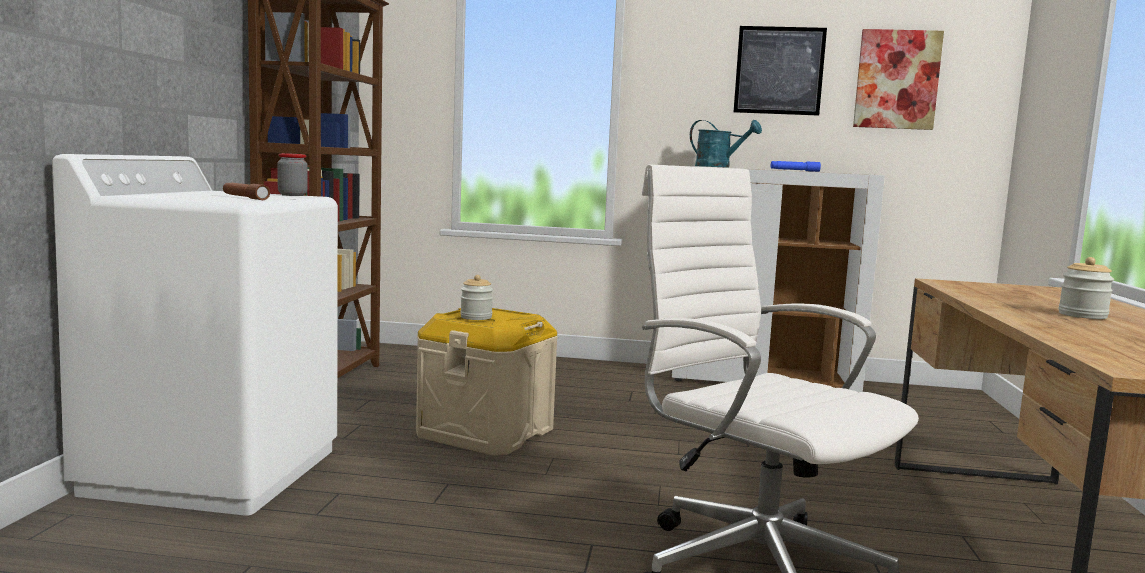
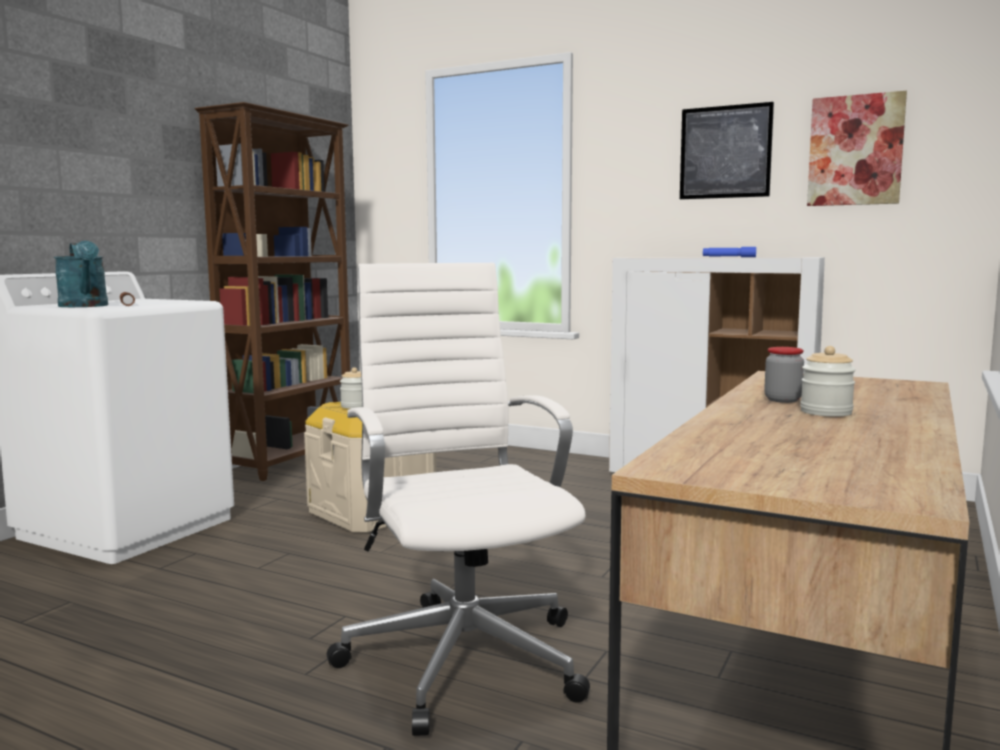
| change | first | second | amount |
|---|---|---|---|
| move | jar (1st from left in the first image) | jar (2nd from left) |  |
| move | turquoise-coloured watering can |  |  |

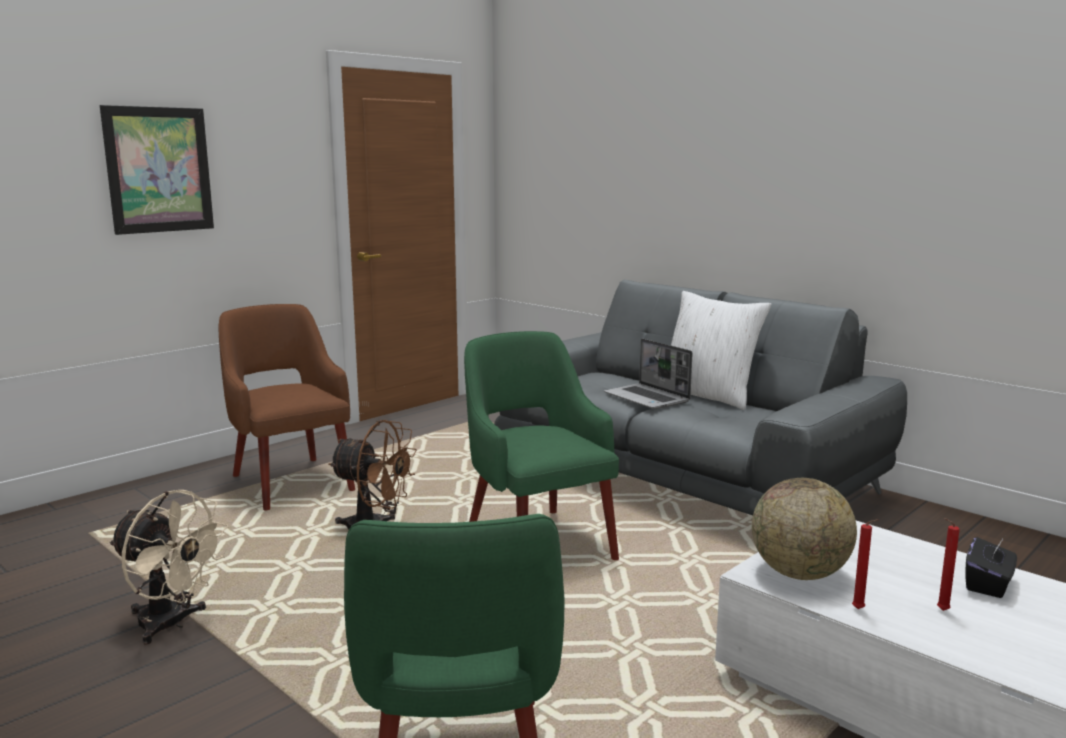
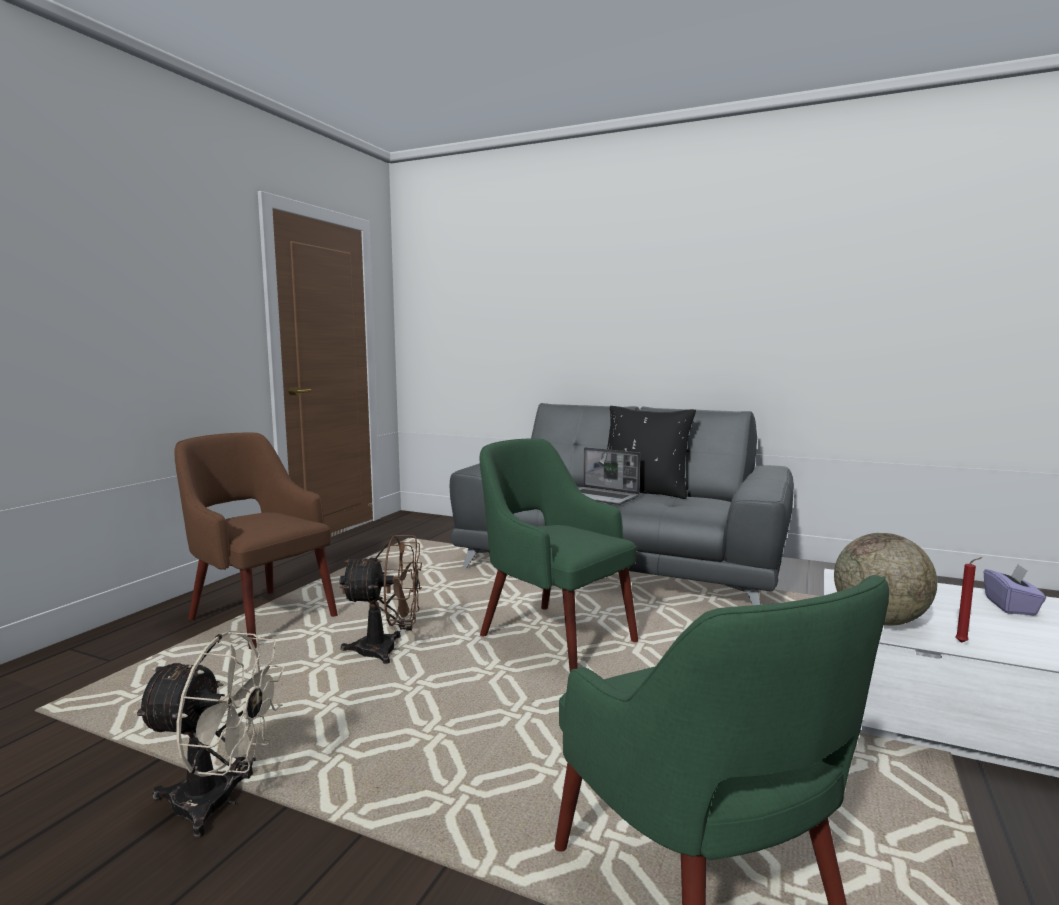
| change | first | second | amount |
|---|---|---|---|
| delete | picture |  |  |
| delete | red-coloured wax light (2nd from left) |  |  |
| recolor | whitish throw pillow | black-coloured throw pillow |  |
| recolor | black-coloured tissue holder | purple tissue holder |  |

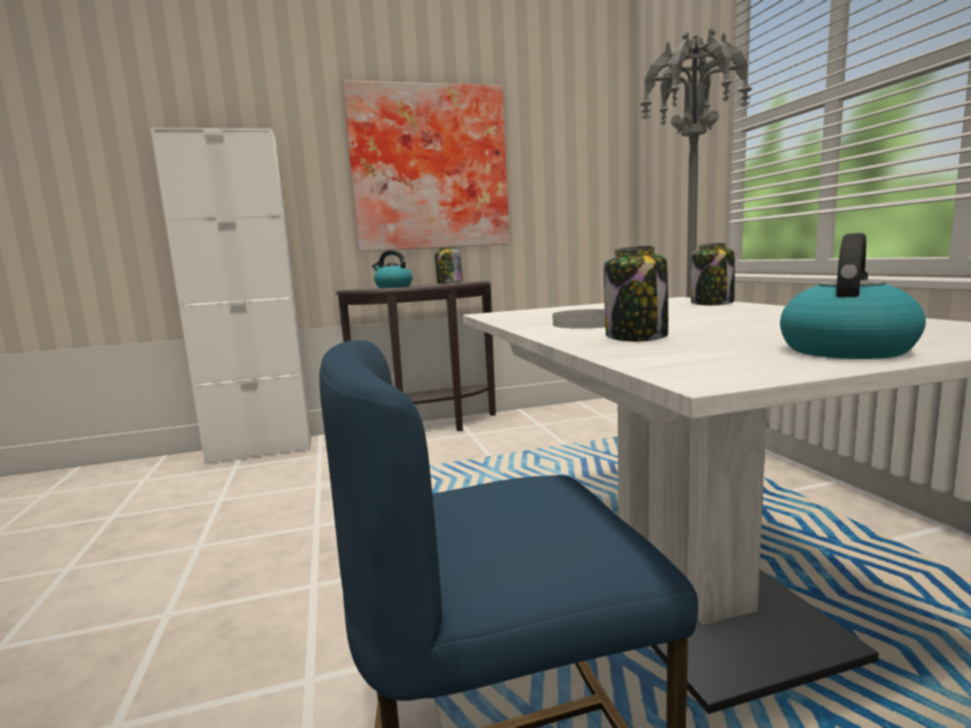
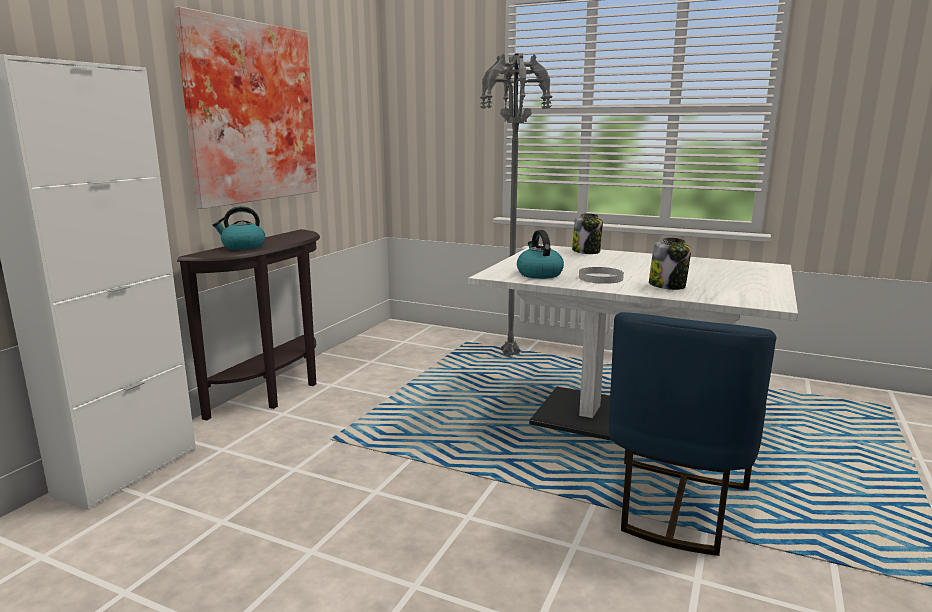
| change | first | second | amount |
|---|---|---|---|
| delete | jar (1st from left) |  |  |
| move | tea kettle (2nd from left) |  |  |

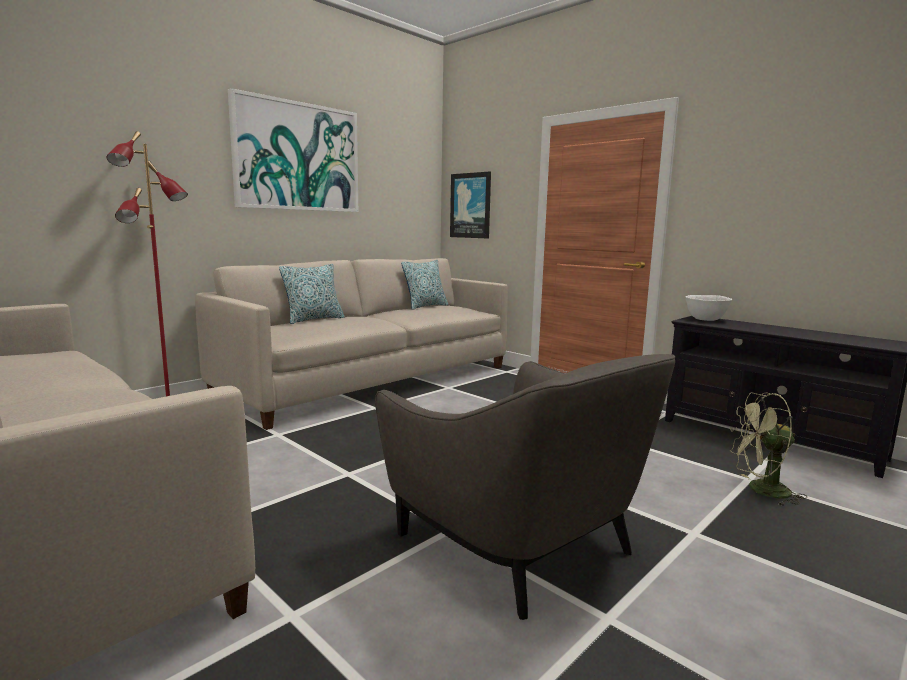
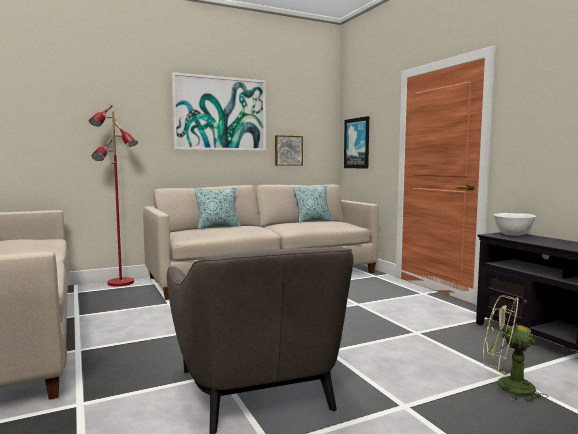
| change | first | second | amount |
|---|---|---|---|
| insert |  | picture (2nd from left) |  |

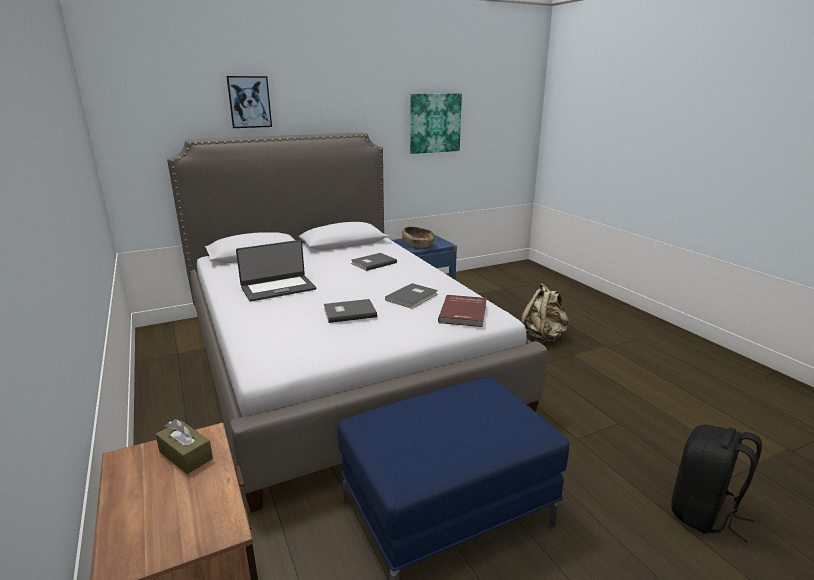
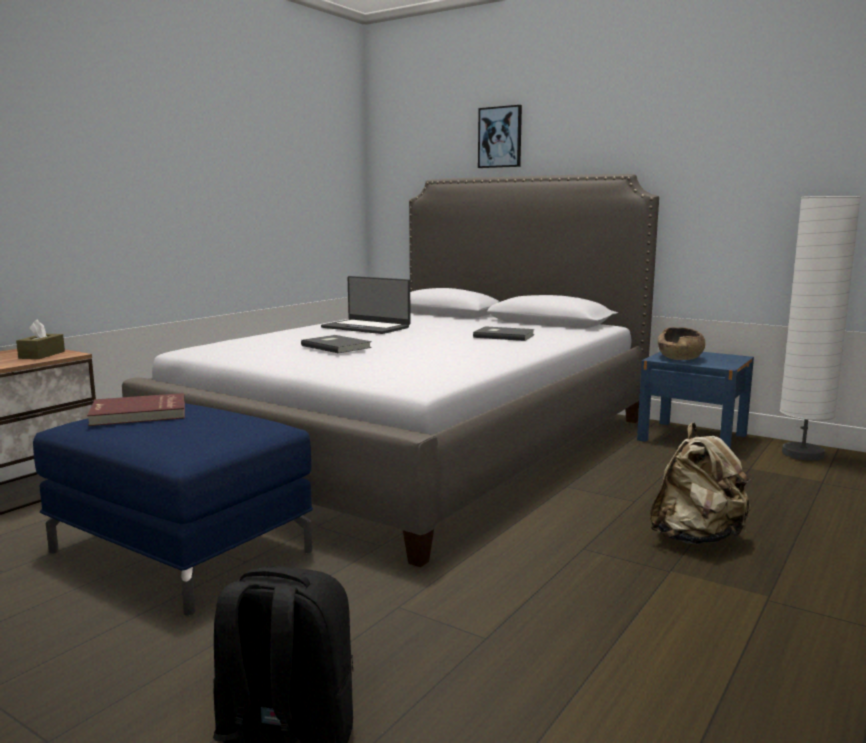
| change | first | second | amount |
|---|---|---|---|
| delete | gray volume (3rd from left) |  |  |
| delete | picture (2nd from left) |  |  |
| insert |  | whitish standard lamp |  |
| move | red-coloured volume |  |  |

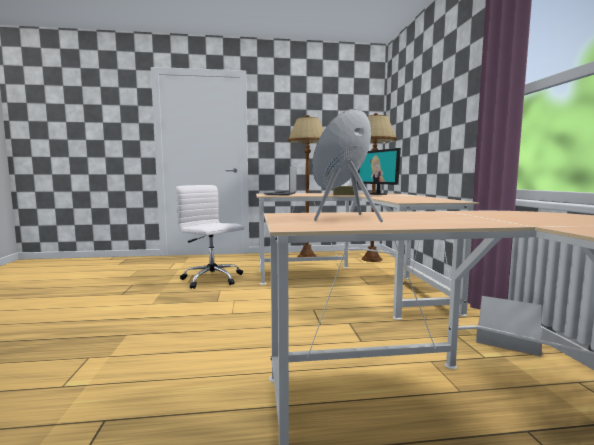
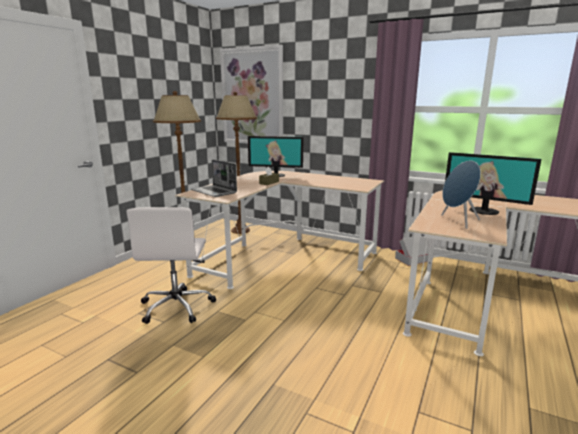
| change | first | second | amount |
|---|---|---|---|
| insert |  | picture |  |
| insert |  | computer screen (2nd from left) |  |
| rotate | whitish computer chair |  | 75 degrees counterclockwise |

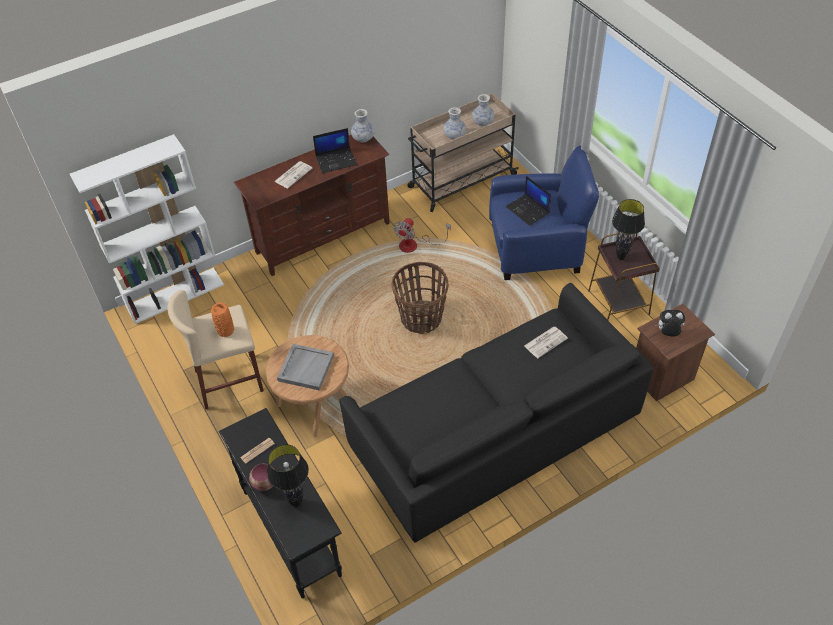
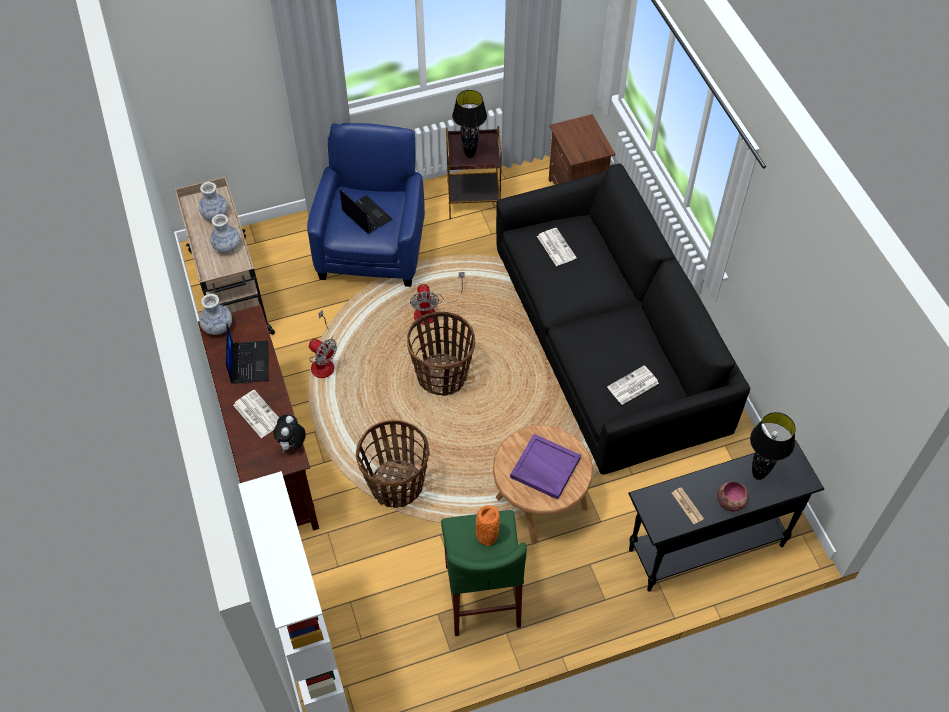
| change | first | second | amount |
|---|---|---|---|
| insert |  | basket (1st from left) |  |
| insert |  | fan (2nd from left) |  |
| insert |  | printed paper (3rd from left) |  |
| move | cuddly toy |  |  |
| recolor | beige stool seat | greenish stool seat |  |
| recolor | gray tray | purple tray |  |
| rotate | portable computer (2nd from left) |  | 105 degrees counterclockwise |

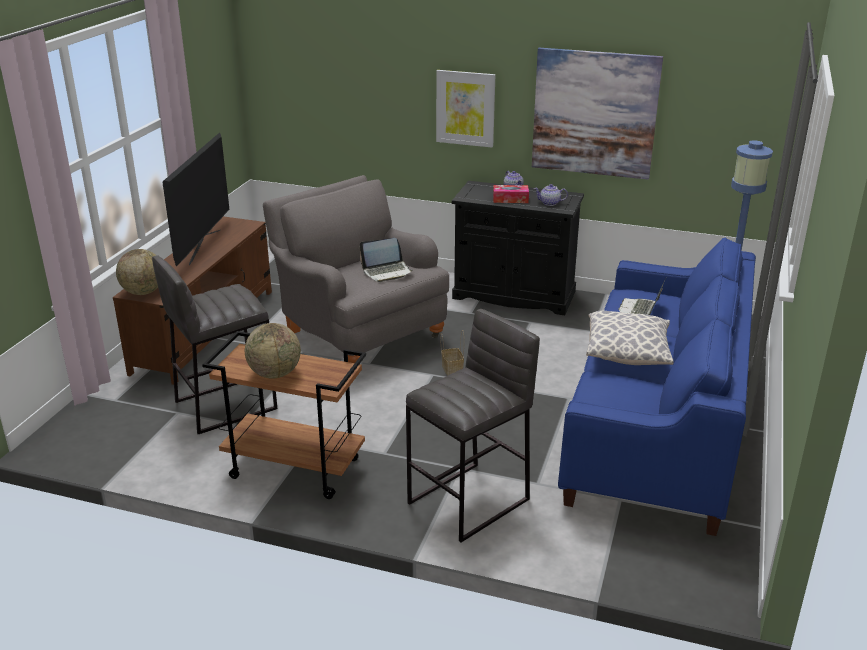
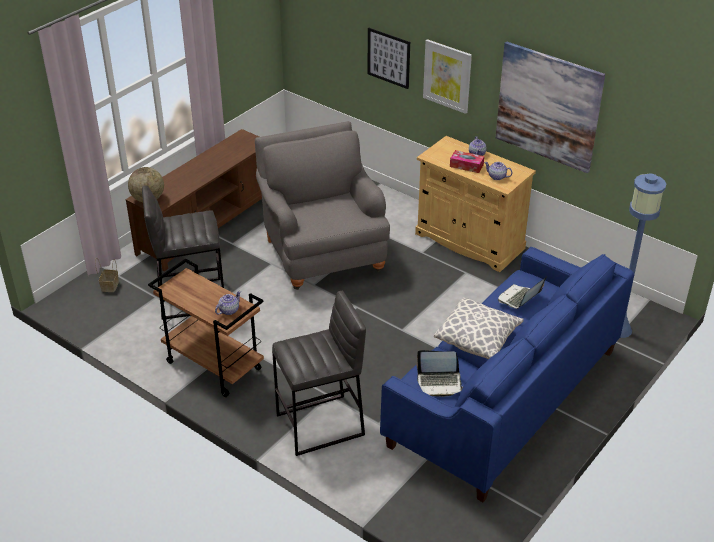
| change | first | second | amount |
|---|---|---|---|
| delete | television |  |  |
| delete | desk globe (2nd from left) |  |  |
| insert |  | pot for tea (1st from left) |  |
| insert |  | picture (1st from left) |  |
| move | portable computer (1st from left) |  |  |
| move | basket |  |  |
| recolor | black-coloured storage cabinet | beige storage cabinet |  |

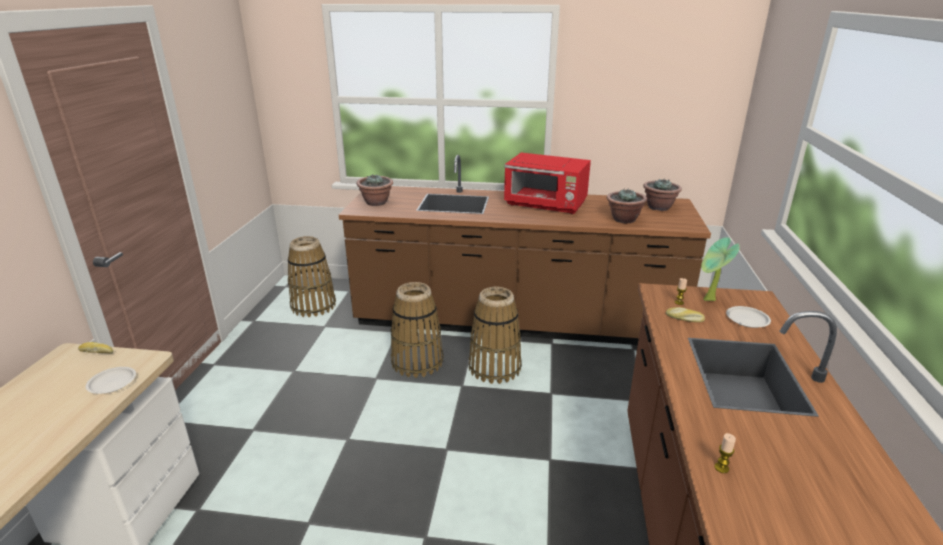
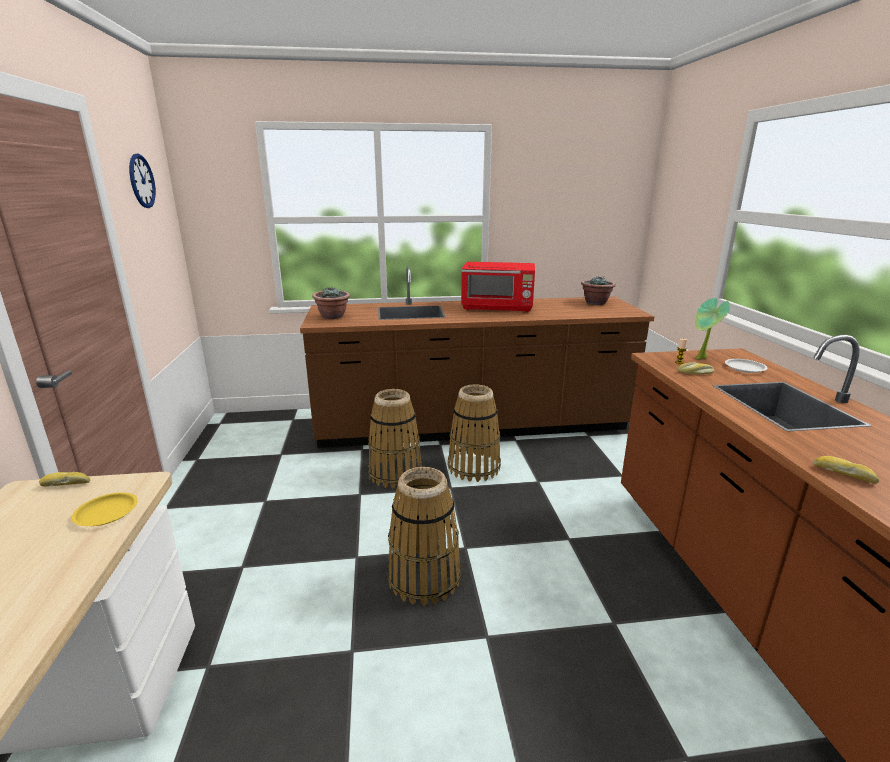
| change | first | second | amount |
|---|---|---|---|
| delete | potted plant (2nd from left) |  |  |
| insert |  | hanging clock |  |
| move | basket (1st from left in the first image) | basket (2nd from left) |  |
| replace | wax light (2nd from left) | bread (3rd from left) |  |
| recolor | whitish dinner plate (1st from left) | yellowish dinner plate |  |

